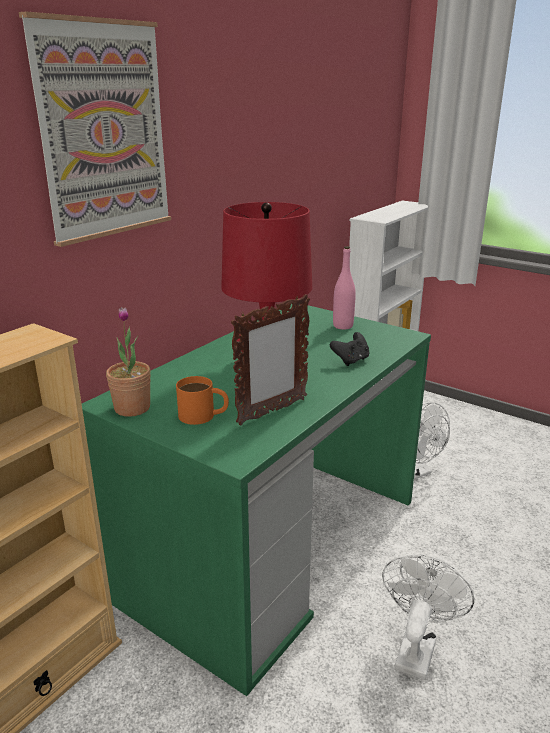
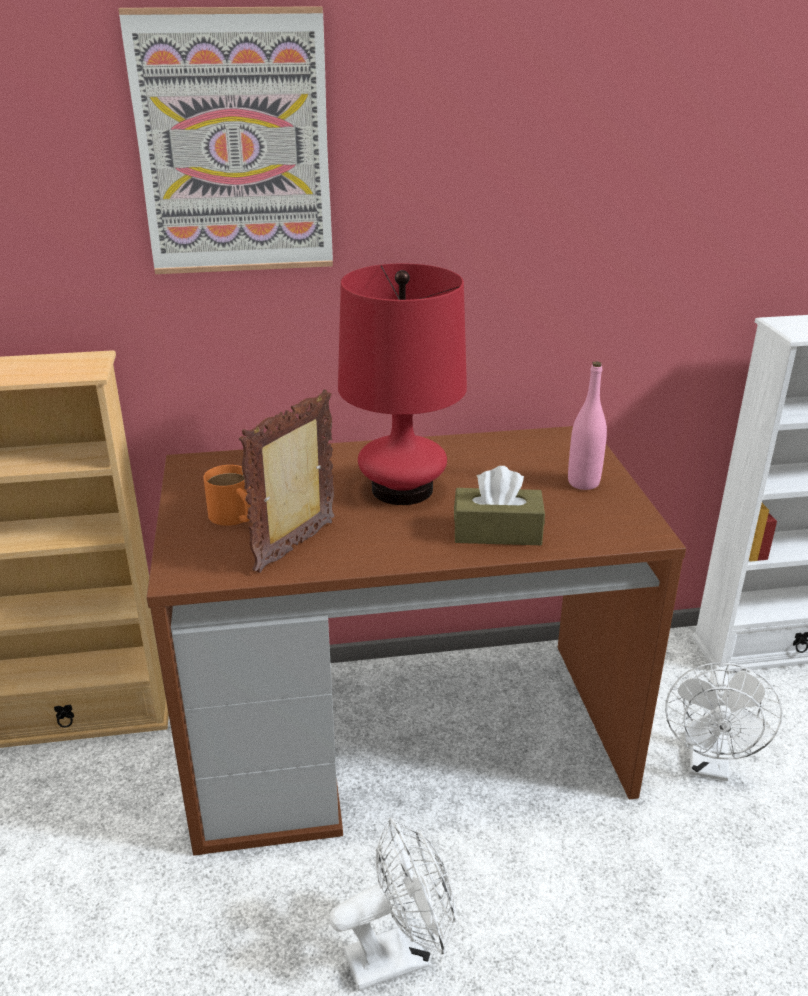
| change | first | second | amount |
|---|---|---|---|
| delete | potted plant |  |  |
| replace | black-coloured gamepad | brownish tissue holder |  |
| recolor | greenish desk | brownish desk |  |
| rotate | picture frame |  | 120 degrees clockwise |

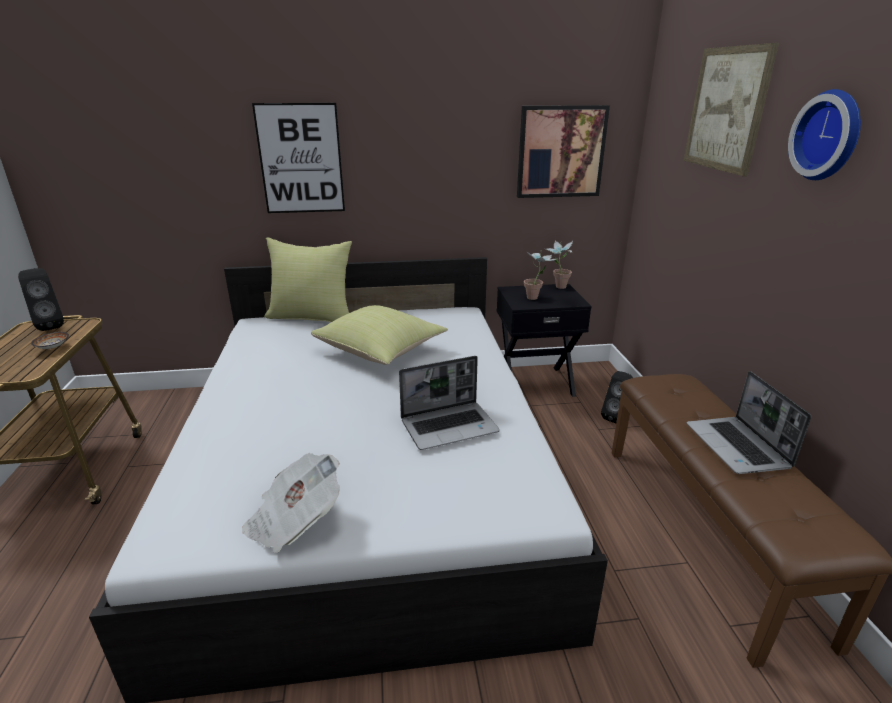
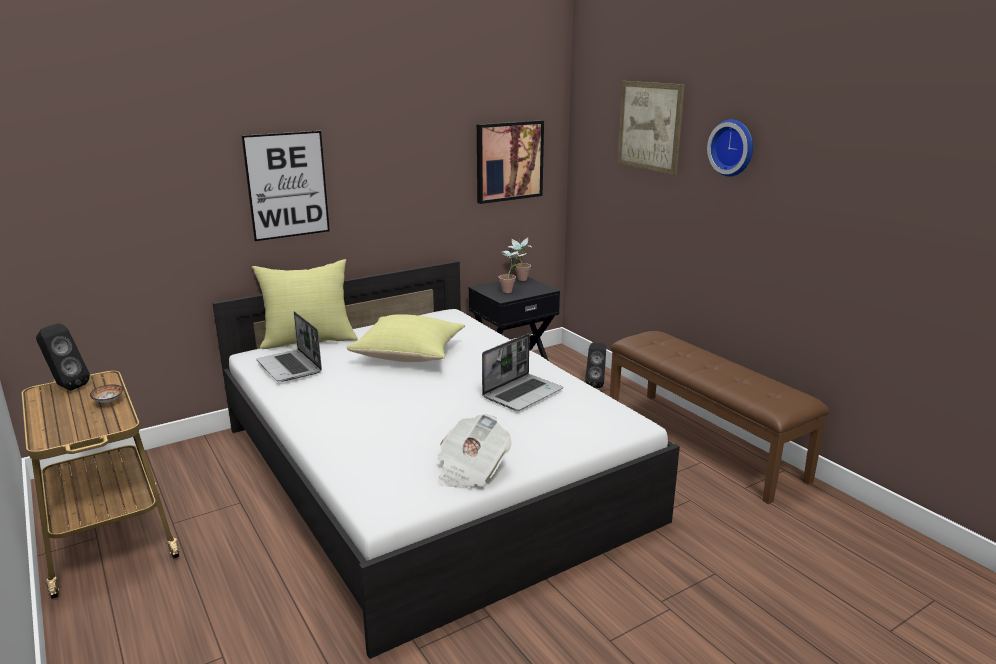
| change | first | second | amount |
|---|---|---|---|
| move | portable computer (2nd from left in the first image) | portable computer (1st from left) |  |

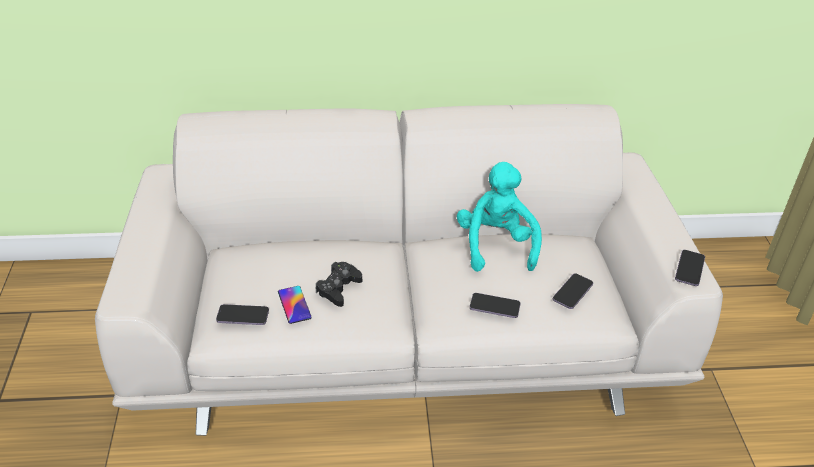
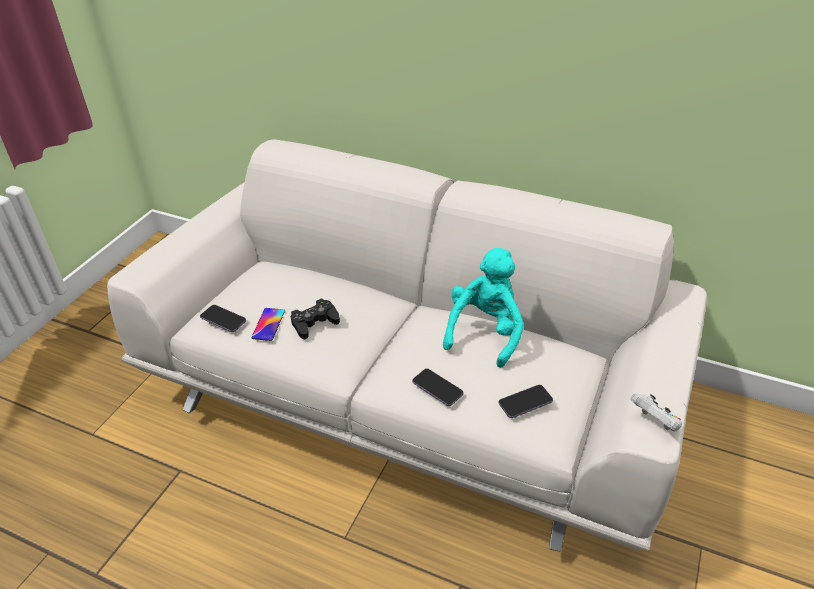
| change | first | second | amount |
|---|---|---|---|
| replace | handset (5th from left) | whitish gamepad |  |

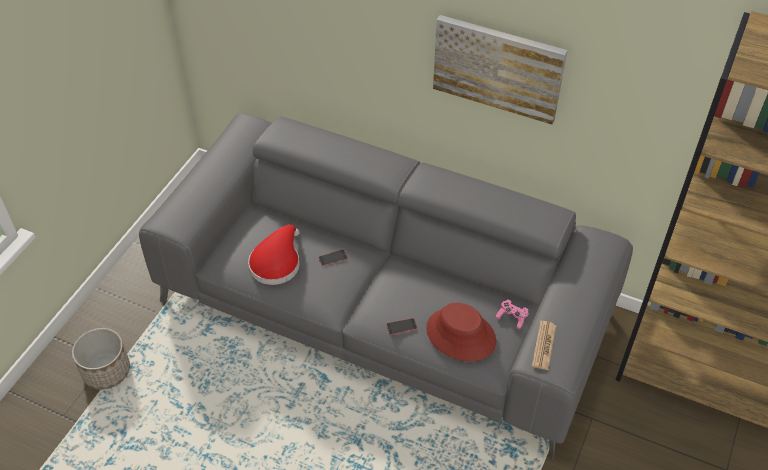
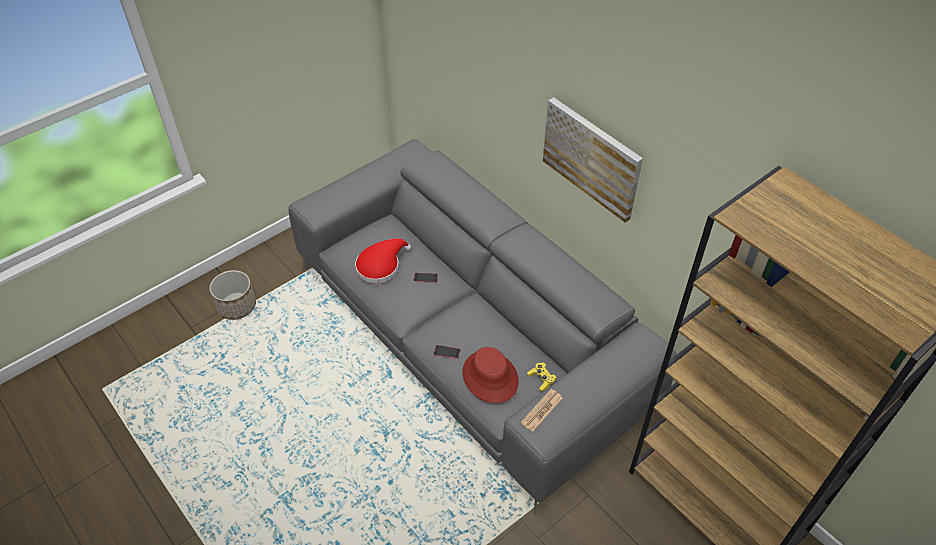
| change | first | second | amount |
|---|---|---|---|
| recolor | pink-coloured gamepad | yellowish gamepad |  |

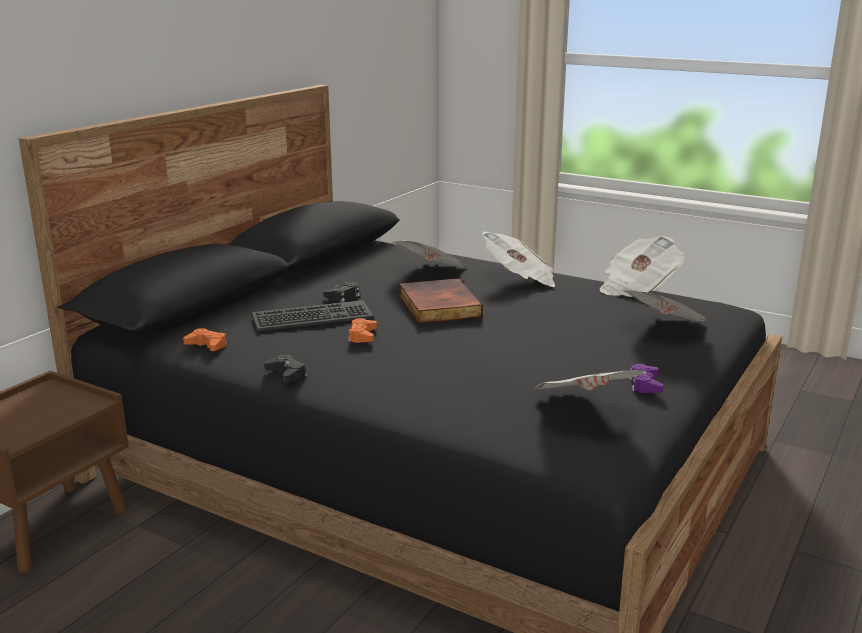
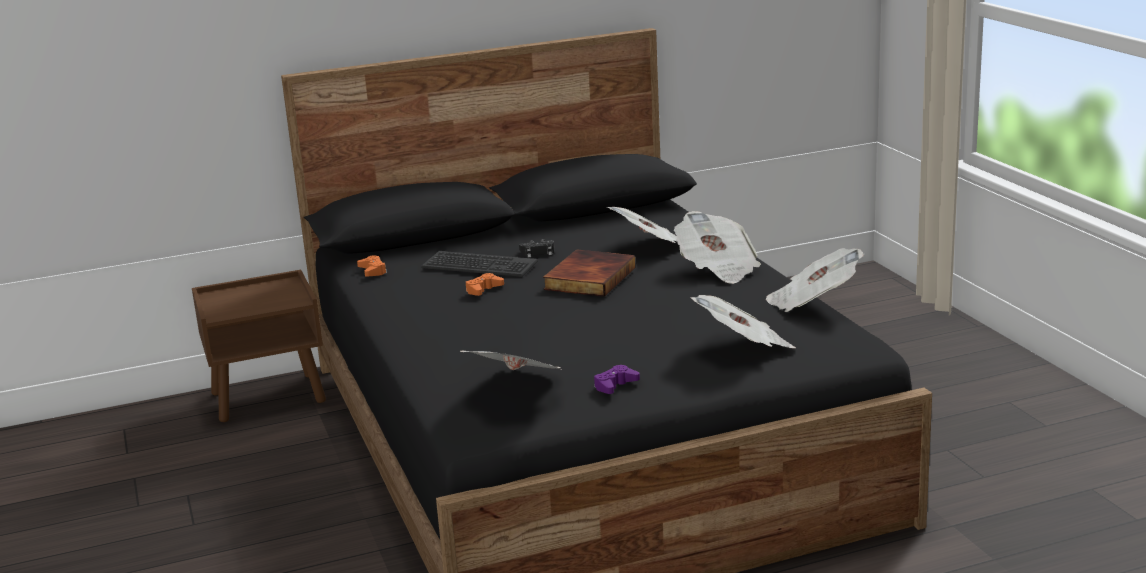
| change | first | second | amount |
|---|---|---|---|
| delete | black-coloured gamepad (1st from left) |  |  |

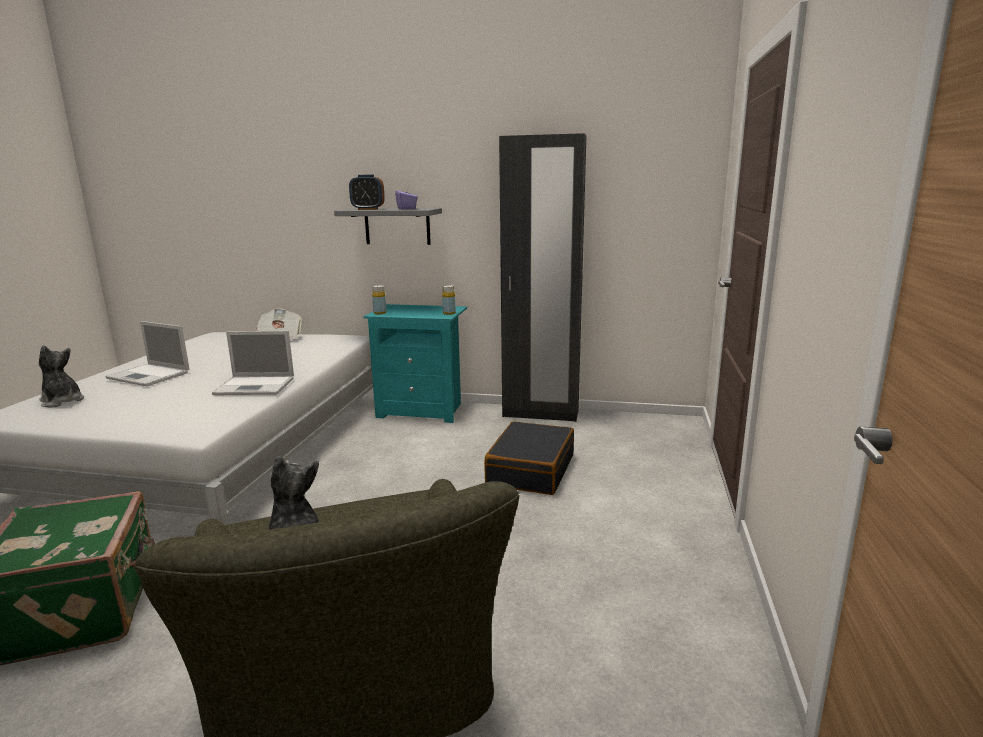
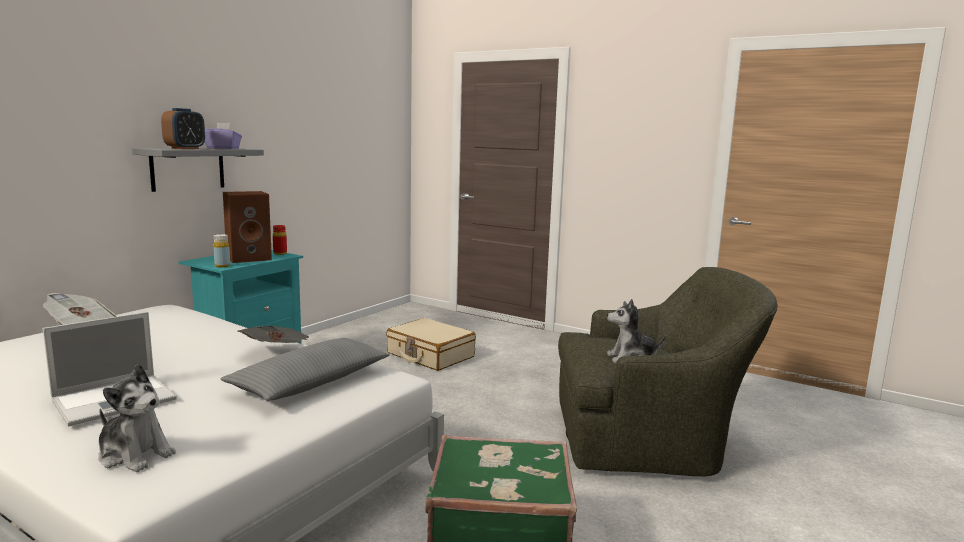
| change | first | second | amount |
|---|---|---|---|
| delete | black-coloured armoire |  |  |
| insert |  | gray throw pillow |  |
| insert |  | brownish speaker |  |
| replace | portable computer (2nd from left) | printed paper (2nd from left) |  |
| recolor | yellowish drink bottle (2nd from left) | red-coloured drink bottle |  |
| recolor | black-coloured travel case | beige travel case |  |
| rotate | cuddly toy (1st from left) |  | 120 degrees counterclockwise |

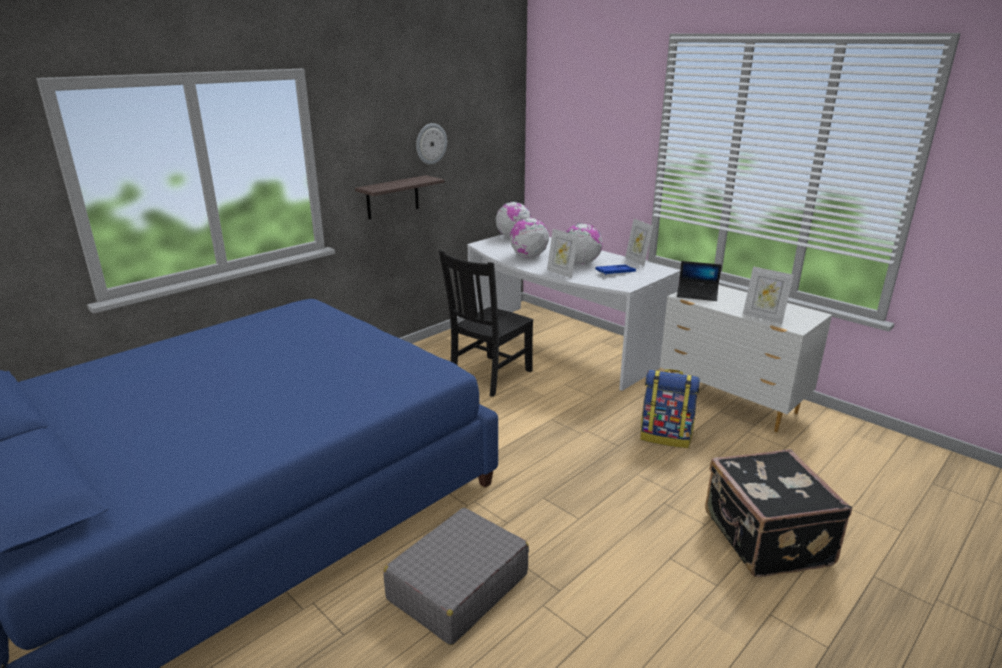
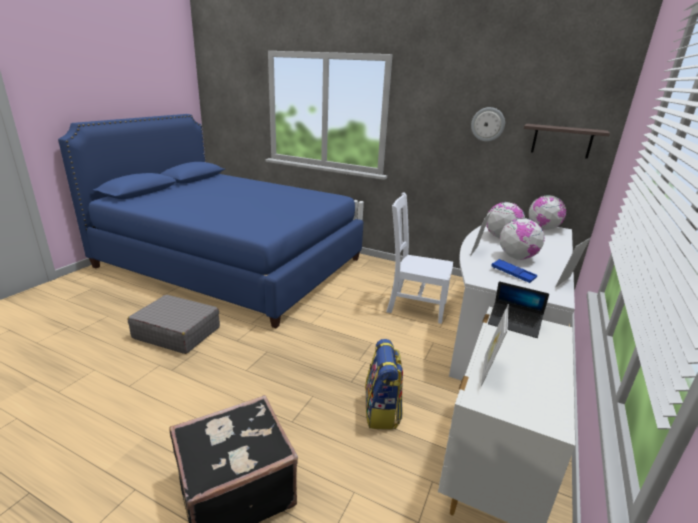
| change | first | second | amount |
|---|---|---|---|
| move | wall shelf |  |  |
| recolor | black-coloured chair | whitish chair |  |
| rotate | portable computer |  | 60 degrees counterclockwise |

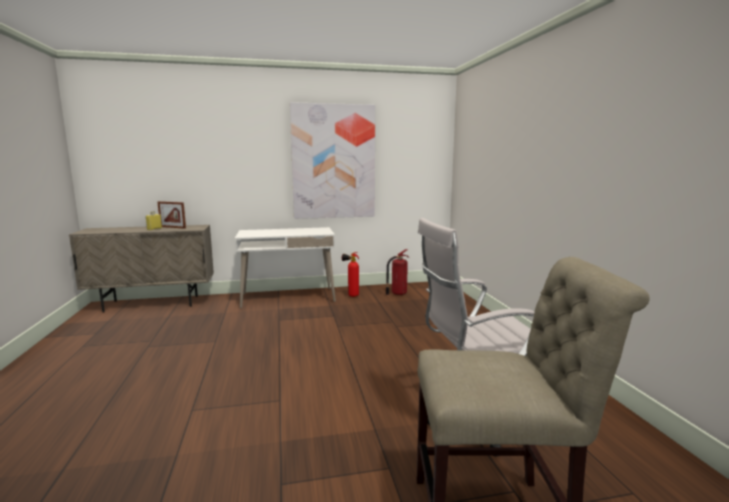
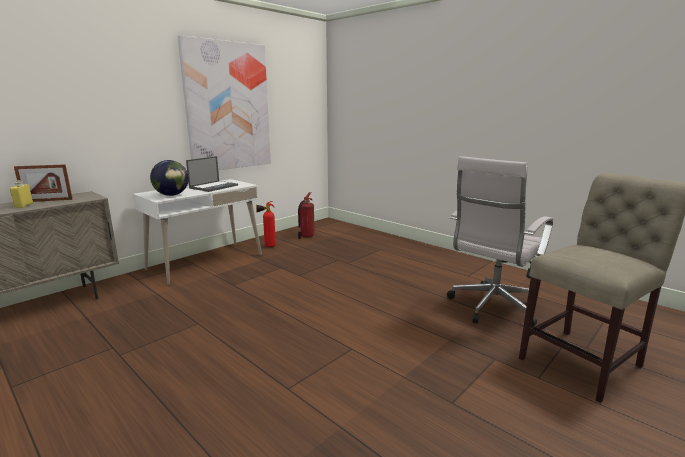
| change | first | second | amount |
|---|---|---|---|
| insert |  | desk globe |  |
| insert |  | portable computer |  |

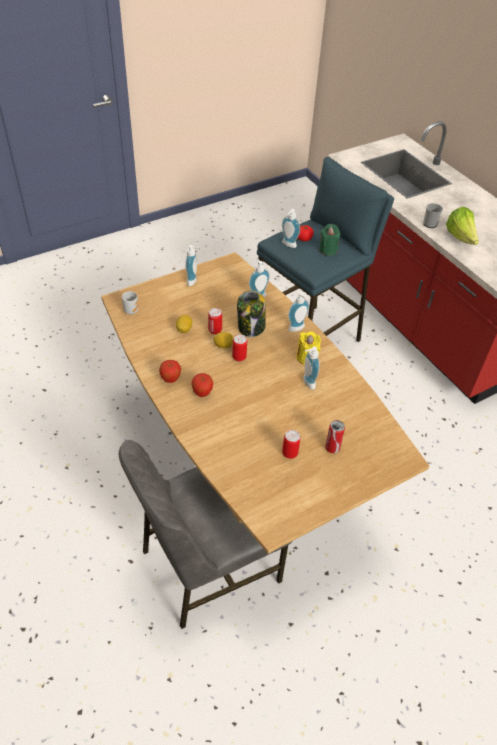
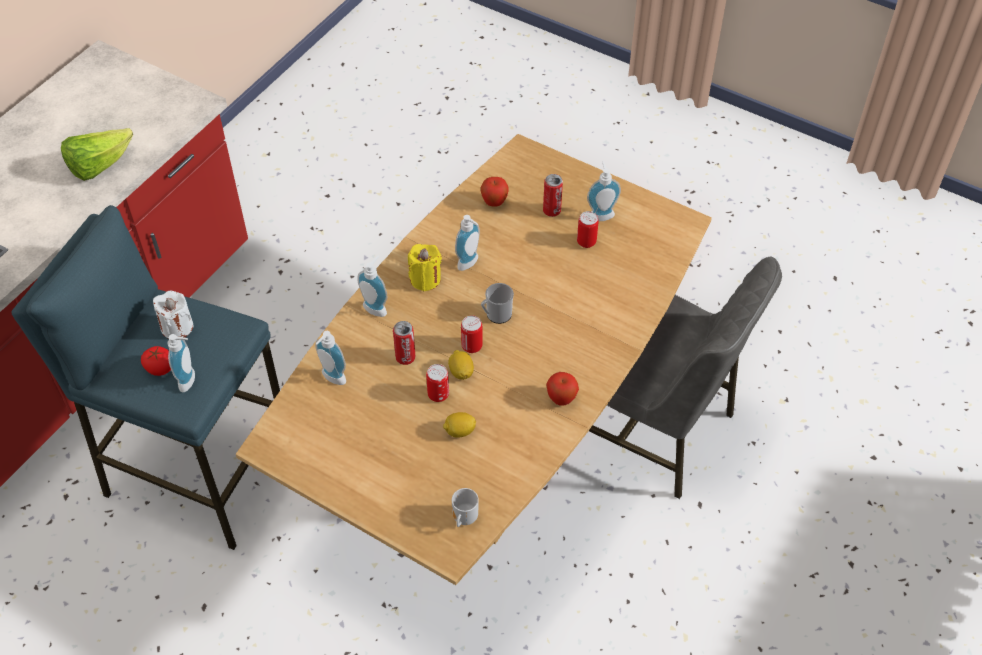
| change | first | second | amount |
|---|---|---|---|
| move | soap bottle (1st from left in the first image) | soap bottle (5th from left) |  |
| move | apple fruit (2nd from left in the first image) | apple fruit (1st from left) |  |
| move | mug (2nd from left) |  |  |
| replace | jar | sealed can (1st from left) |  |
| recolor | greenish wax light | whitish wax light |  |

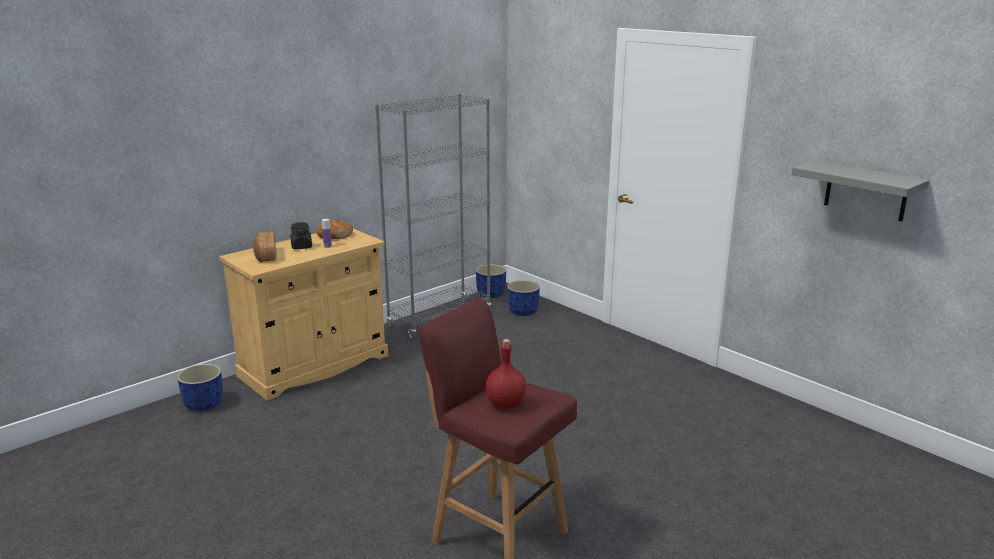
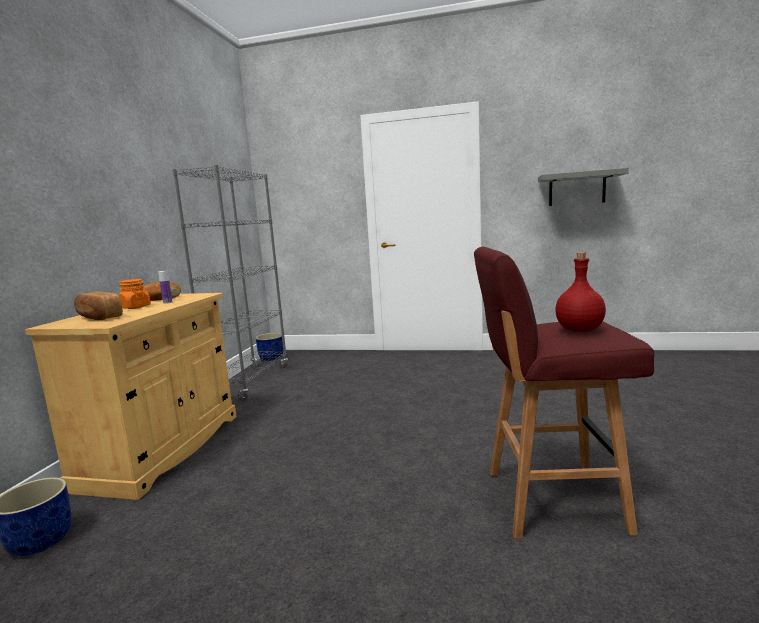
| change | first | second | amount |
|---|---|---|---|
| delete | blue plant pot (3rd from left) |  |  |
| recolor | black-coloured jar | orange jar |  |

